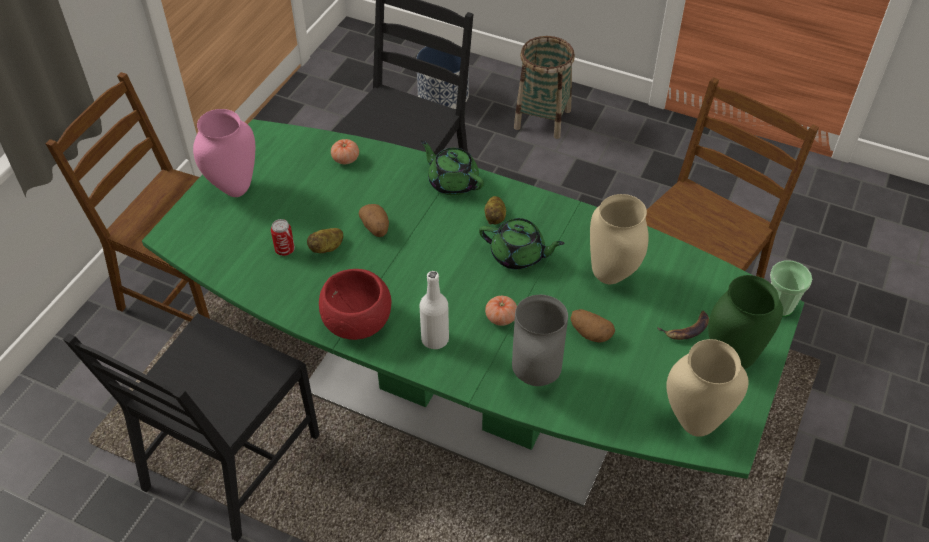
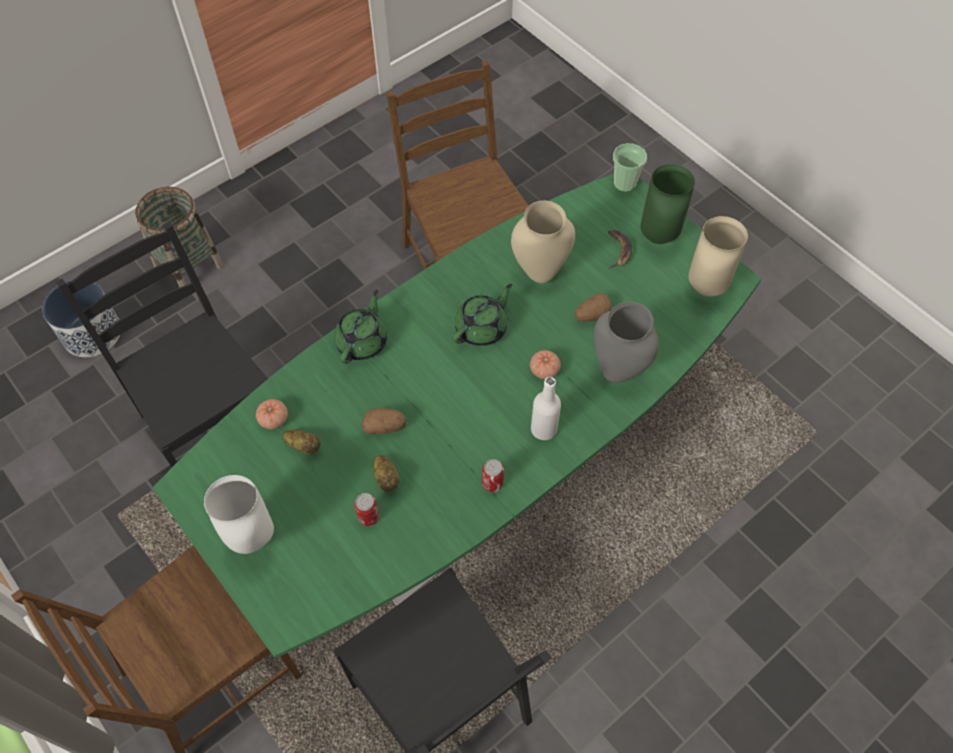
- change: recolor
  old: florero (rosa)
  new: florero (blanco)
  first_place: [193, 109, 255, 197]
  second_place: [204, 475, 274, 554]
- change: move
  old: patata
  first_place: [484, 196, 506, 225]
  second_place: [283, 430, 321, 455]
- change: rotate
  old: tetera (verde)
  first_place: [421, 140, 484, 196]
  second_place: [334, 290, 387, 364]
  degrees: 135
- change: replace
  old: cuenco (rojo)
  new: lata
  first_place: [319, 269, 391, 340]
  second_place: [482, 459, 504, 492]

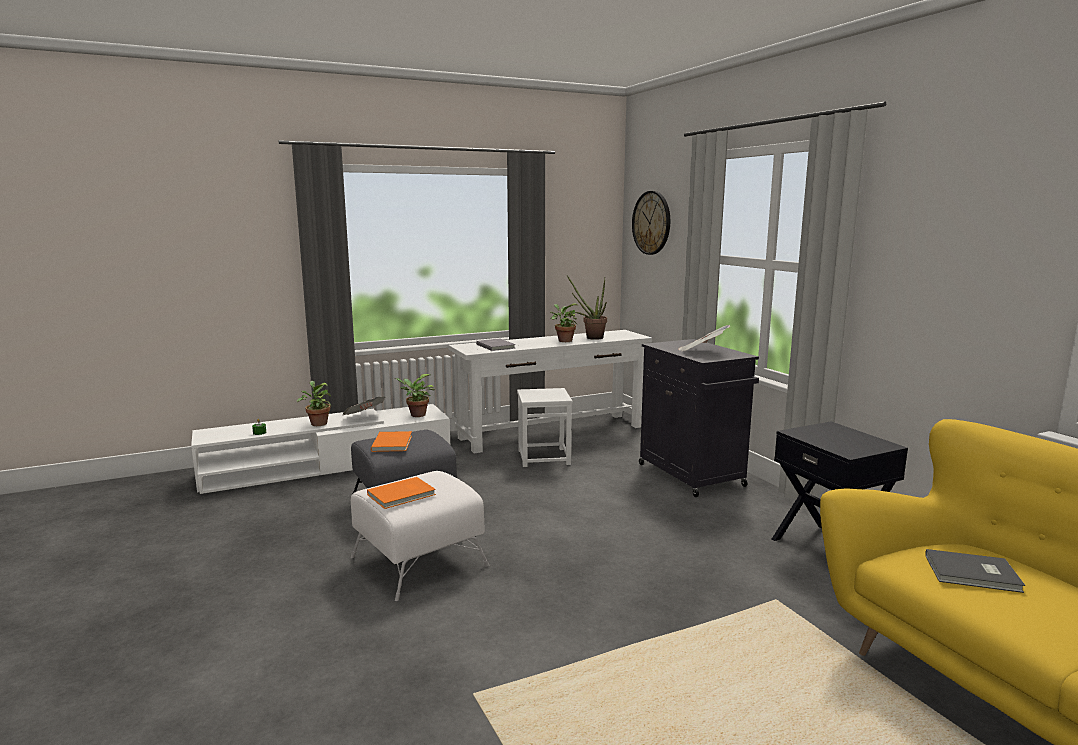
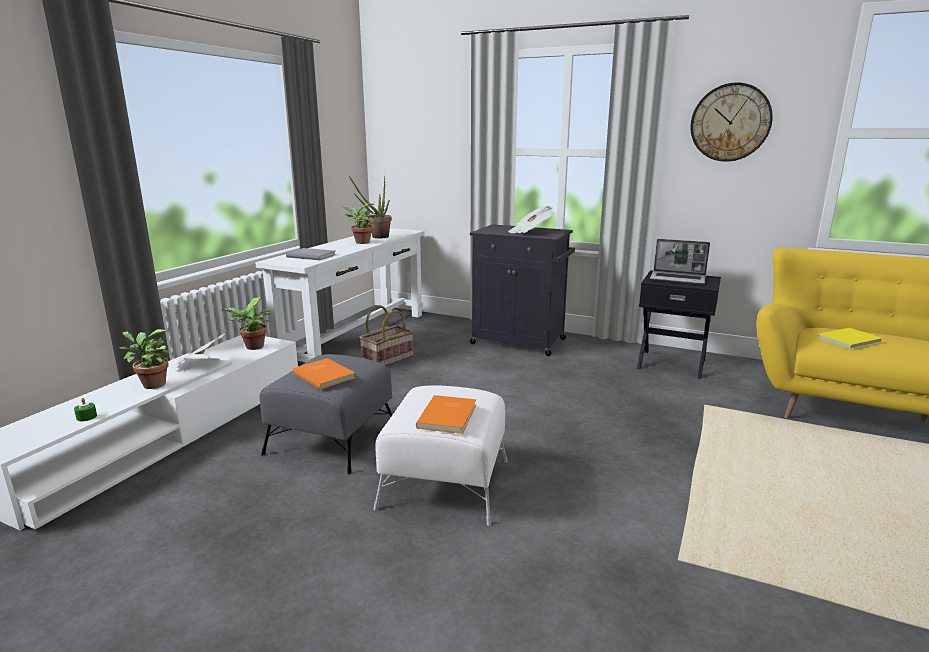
- change: replace
  old: taburete (blanco)
  new: cesta
  first_place: [517, 388, 573, 467]
  second_place: [360, 305, 413, 366]
- change: insert
  new: portátil
  second_place: [650, 239, 710, 285]
- change: move
  old: reloj de pared
  first_place: [632, 191, 670, 255]
  second_place: [691, 82, 773, 162]
- change: recolor
  old: libro (gris)
  new: libro (amarillo)
  first_place: [925, 549, 1025, 593]
  second_place: [817, 328, 883, 350]

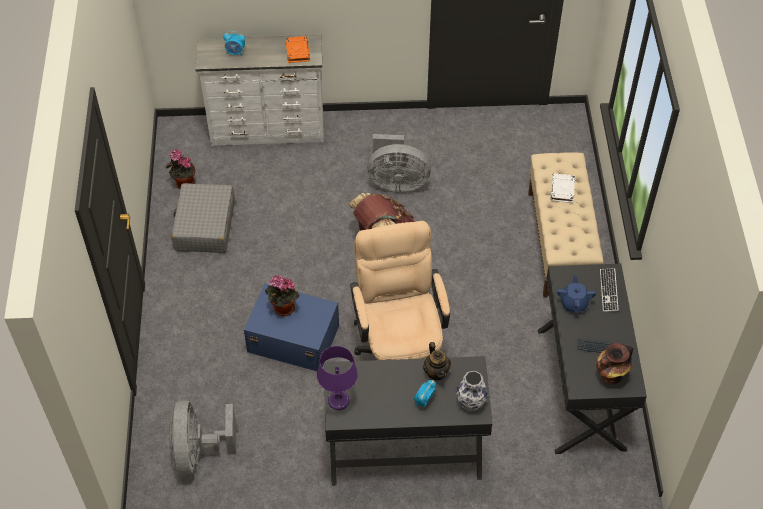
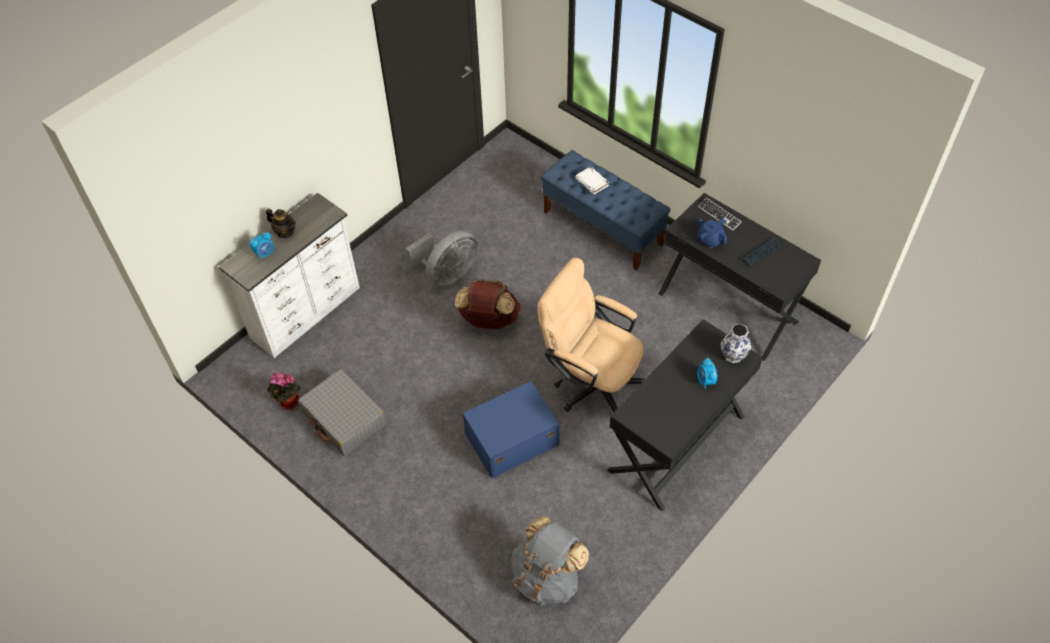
- change: move
  old: tetera
  first_place: [423, 342, 451, 380]
  second_place: [266, 209, 296, 238]
- change: replace
  old: ventilador (gris)
  new: mochila (gris)
  first_place: [168, 400, 236, 475]
  second_place: [511, 516, 589, 606]
- change: recolor
  old: banco (beis)
  new: banco (azul)
  first_place: [528, 152, 604, 298]
  second_place: [541, 150, 671, 271]
- change: delete
  old: planta en maceta
  first_place: [265, 275, 300, 316]
- change: delete
  old: libro (naranja)
  first_place: [285, 36, 310, 63]
- change: delete
  old: lámpara de mesa (morado)
  first_place: [317, 346, 358, 410]
- change: delete
  old: florero
  first_place: [596, 343, 633, 385]

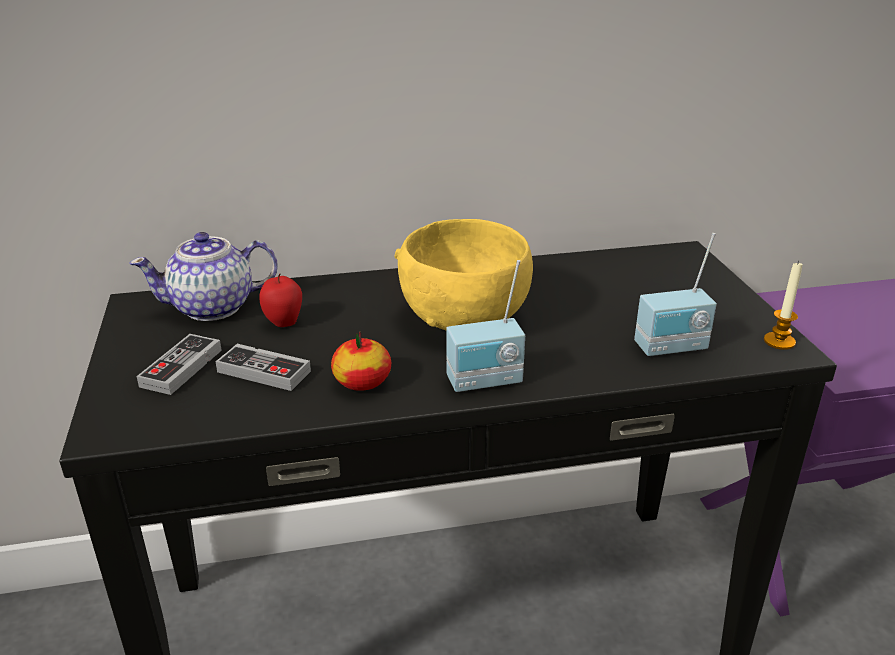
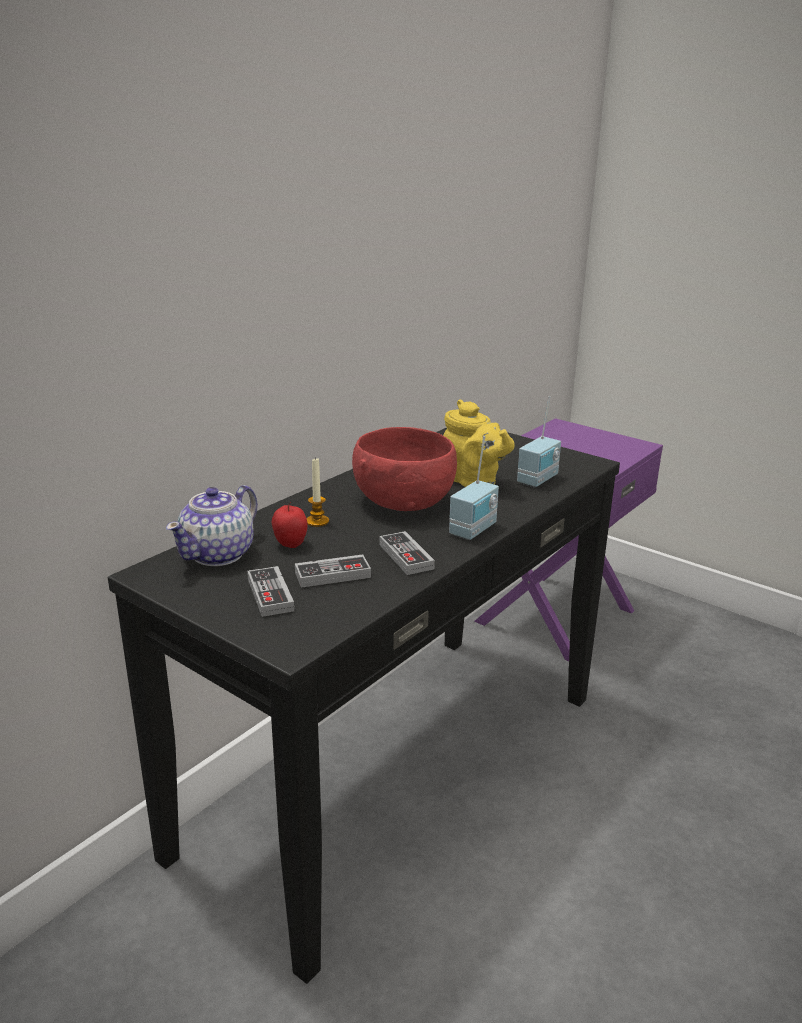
- change: move
  old: vela
  first_place: [764, 261, 803, 350]
  second_place: [307, 457, 329, 527]
- change: recolor
  old: cuenco (amarillo)
  new: cuenco (rojo)
  first_place: [394, 219, 533, 330]
  second_place: [352, 427, 457, 511]
- change: replace
  old: manzana
  new: mando de consola
  first_place: [331, 331, 391, 391]
  second_place: [380, 531, 435, 575]
- change: insert
  new: tetera (amarillo)
  second_place: [443, 399, 515, 487]

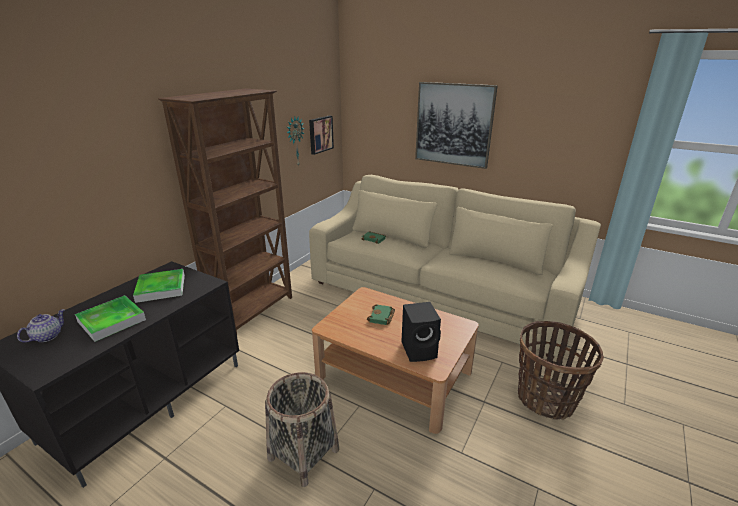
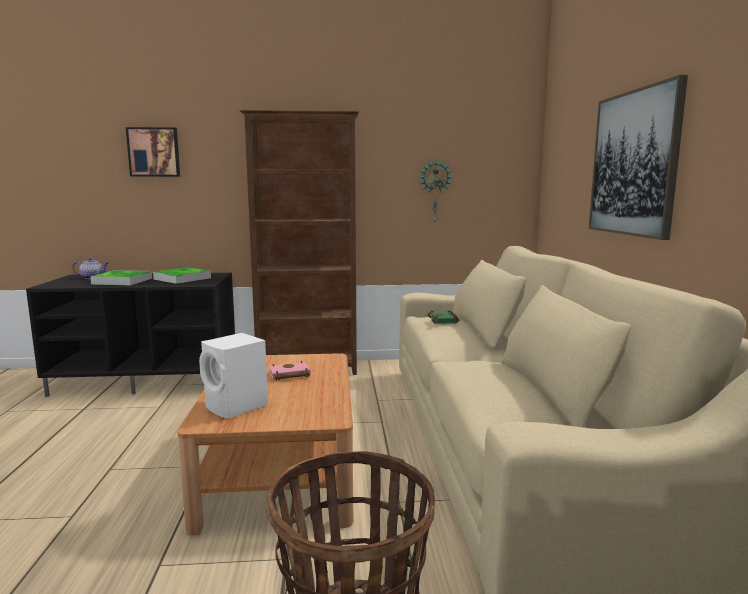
- change: move
  old: cuadro
  first_place: [309, 116, 334, 155]
  second_place: [126, 127, 180, 177]
- change: recolor
  old: altavoz (negro)
  new: altavoz (blanco)
  first_place: [402, 302, 441, 362]
  second_place: [199, 333, 268, 419]
- change: recolor
  old: libro (verde)
  new: libro (rosa)
  first_place: [367, 304, 395, 325]
  second_place: [269, 361, 310, 381]
- change: delete
  old: cesta
  first_place: [265, 372, 339, 487]

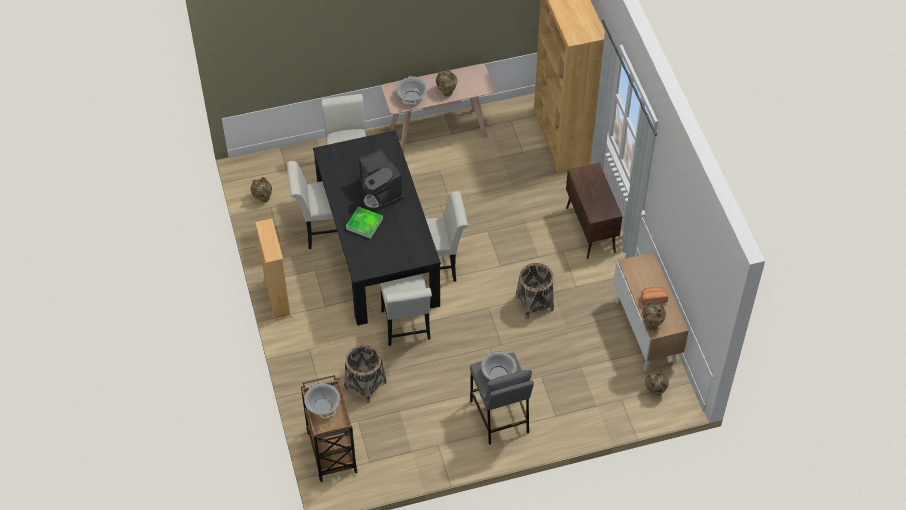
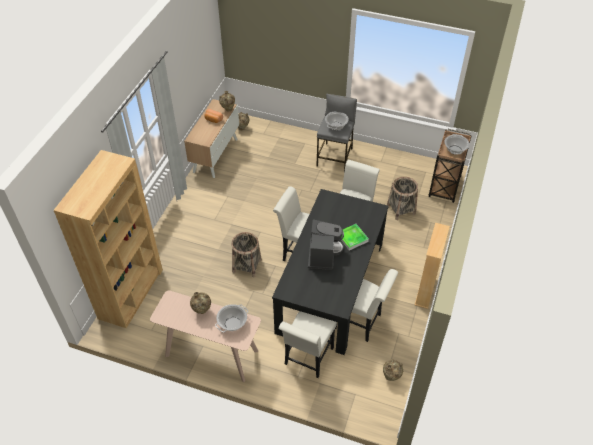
- change: move
  old: cesta
  first_place: [516, 263, 554, 319]
  second_place: [231, 232, 262, 277]
- change: delete
  old: armario (marrón)
  first_place: [566, 163, 623, 259]

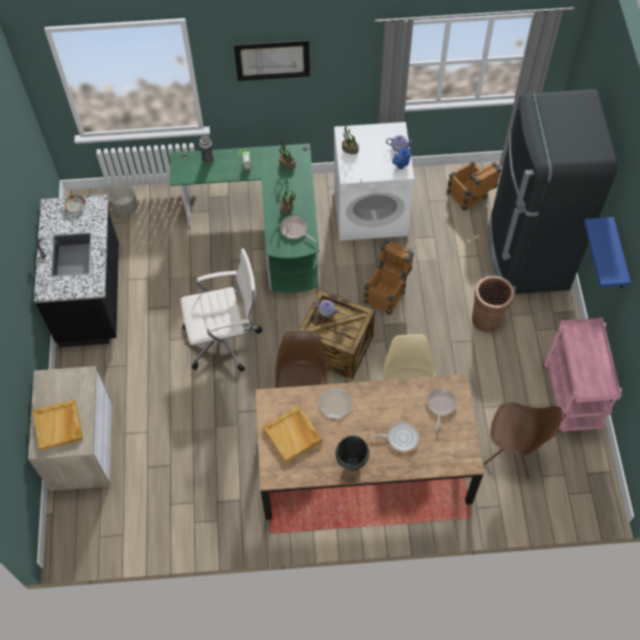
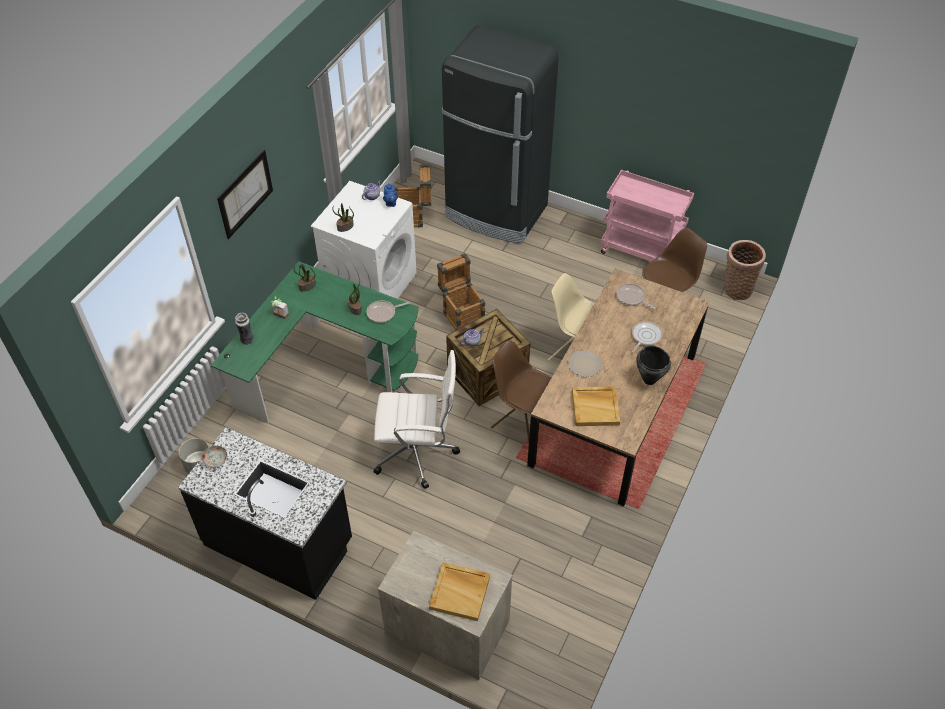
- change: rotate
  old: silla de oficina (blanco)
  first_place: [180, 248, 263, 372]
  second_place: [374, 350, 460, 489]
  degrees: 75
- change: move
  old: cesta
  first_place: [472, 276, 514, 332]
  second_place: [724, 240, 766, 300]
- change: delete
  old: estante (azul)
  first_place: [584, 217, 631, 288]

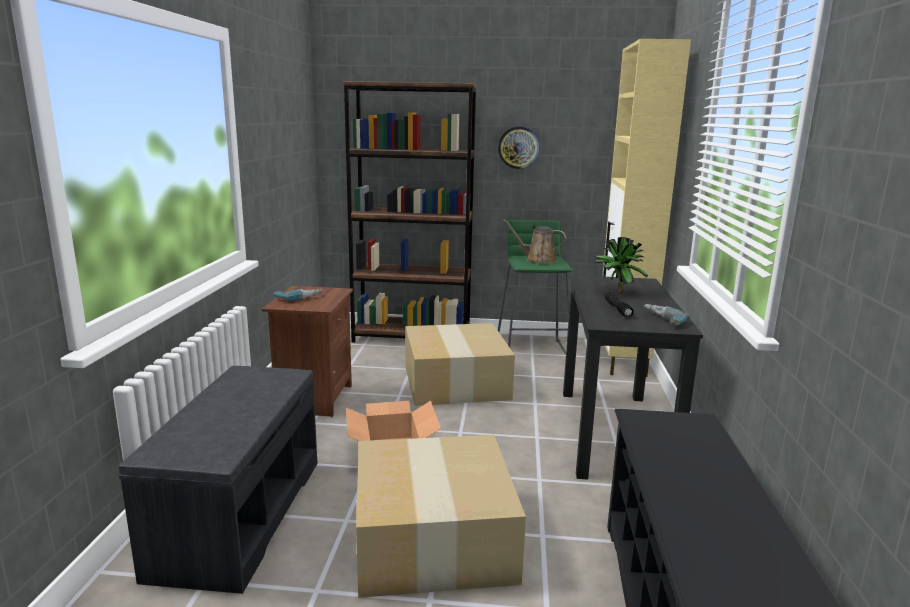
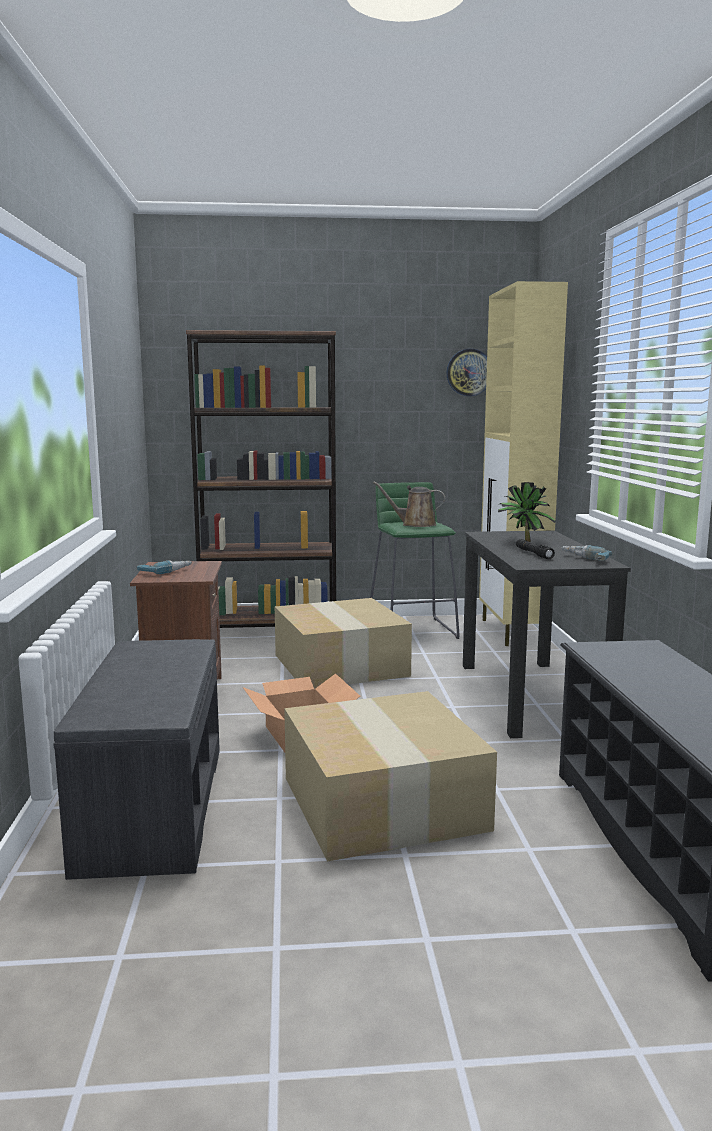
- change: move
  old: reloj de pared
  first_place: [498, 126, 540, 169]
  second_place: [446, 349, 487, 396]

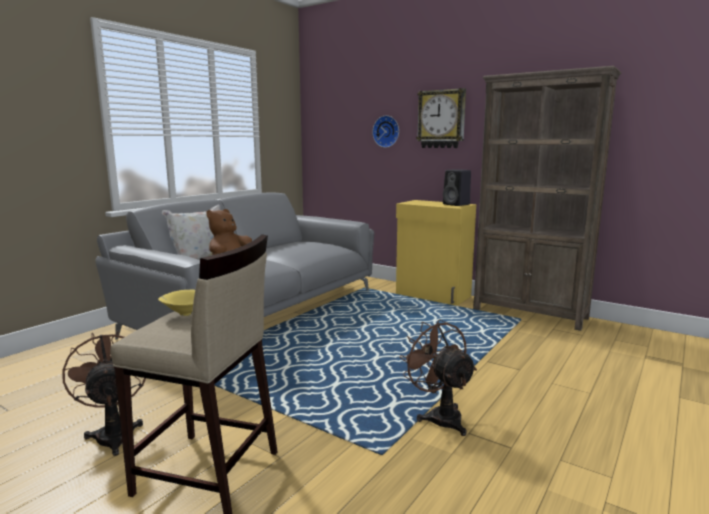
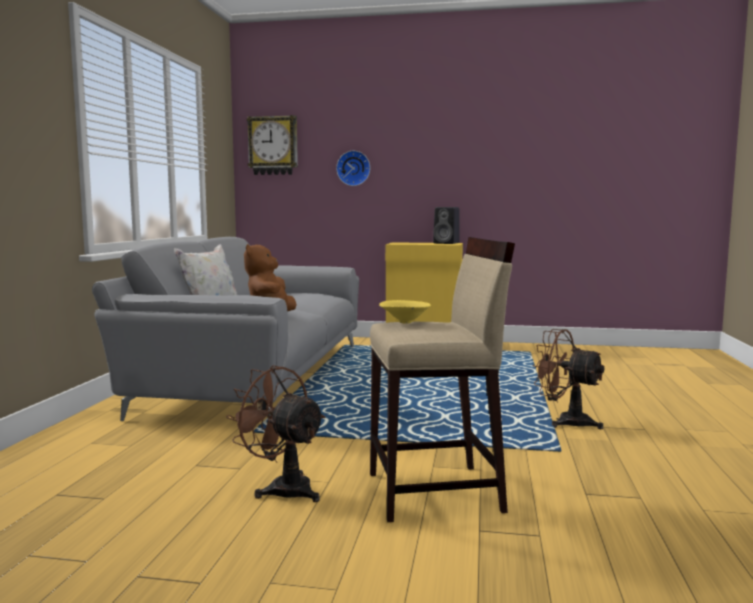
- change: move
  old: reloj de pared
  first_place: [416, 88, 466, 148]
  second_place: [247, 115, 298, 175]
- change: delete
  old: estantería (marrón)
  first_place: [473, 66, 622, 331]

